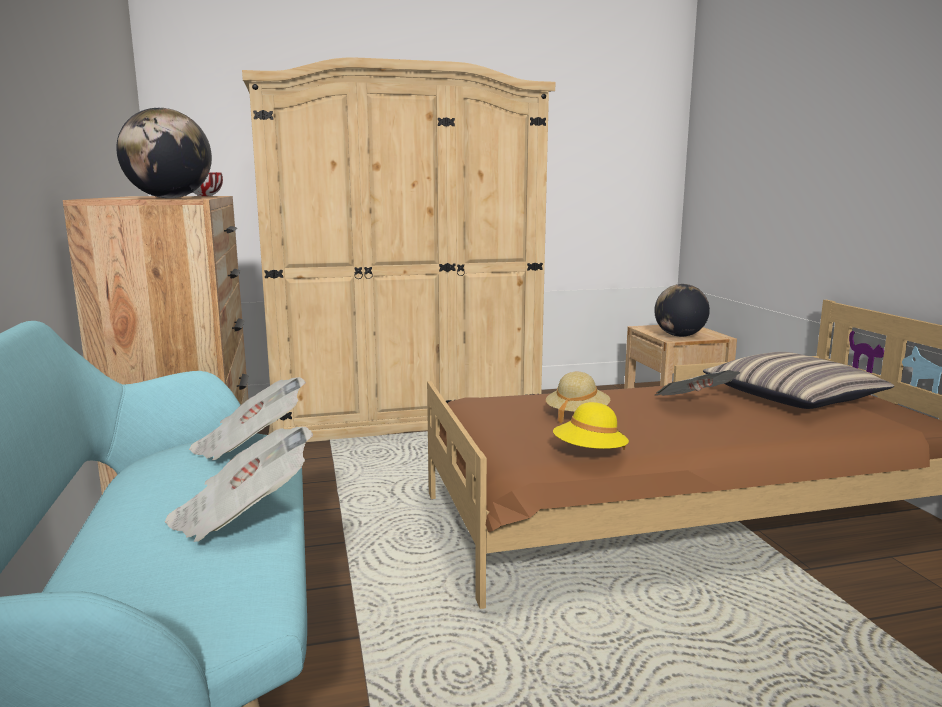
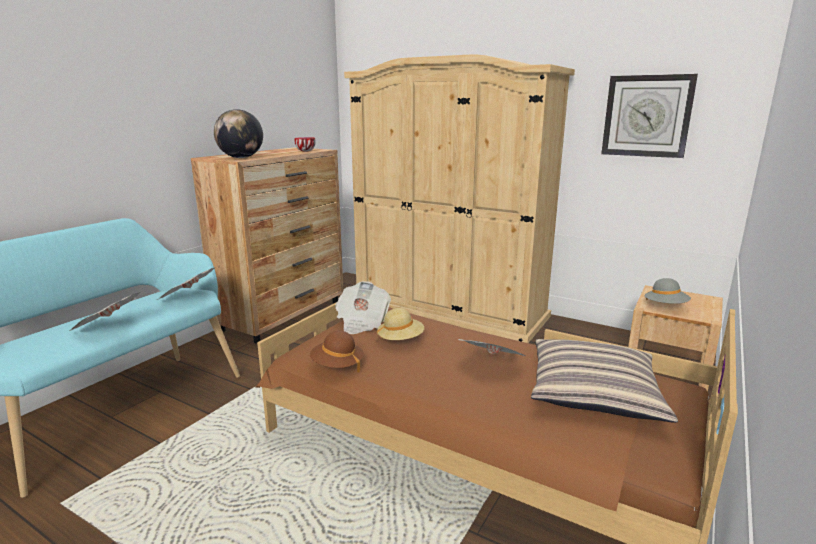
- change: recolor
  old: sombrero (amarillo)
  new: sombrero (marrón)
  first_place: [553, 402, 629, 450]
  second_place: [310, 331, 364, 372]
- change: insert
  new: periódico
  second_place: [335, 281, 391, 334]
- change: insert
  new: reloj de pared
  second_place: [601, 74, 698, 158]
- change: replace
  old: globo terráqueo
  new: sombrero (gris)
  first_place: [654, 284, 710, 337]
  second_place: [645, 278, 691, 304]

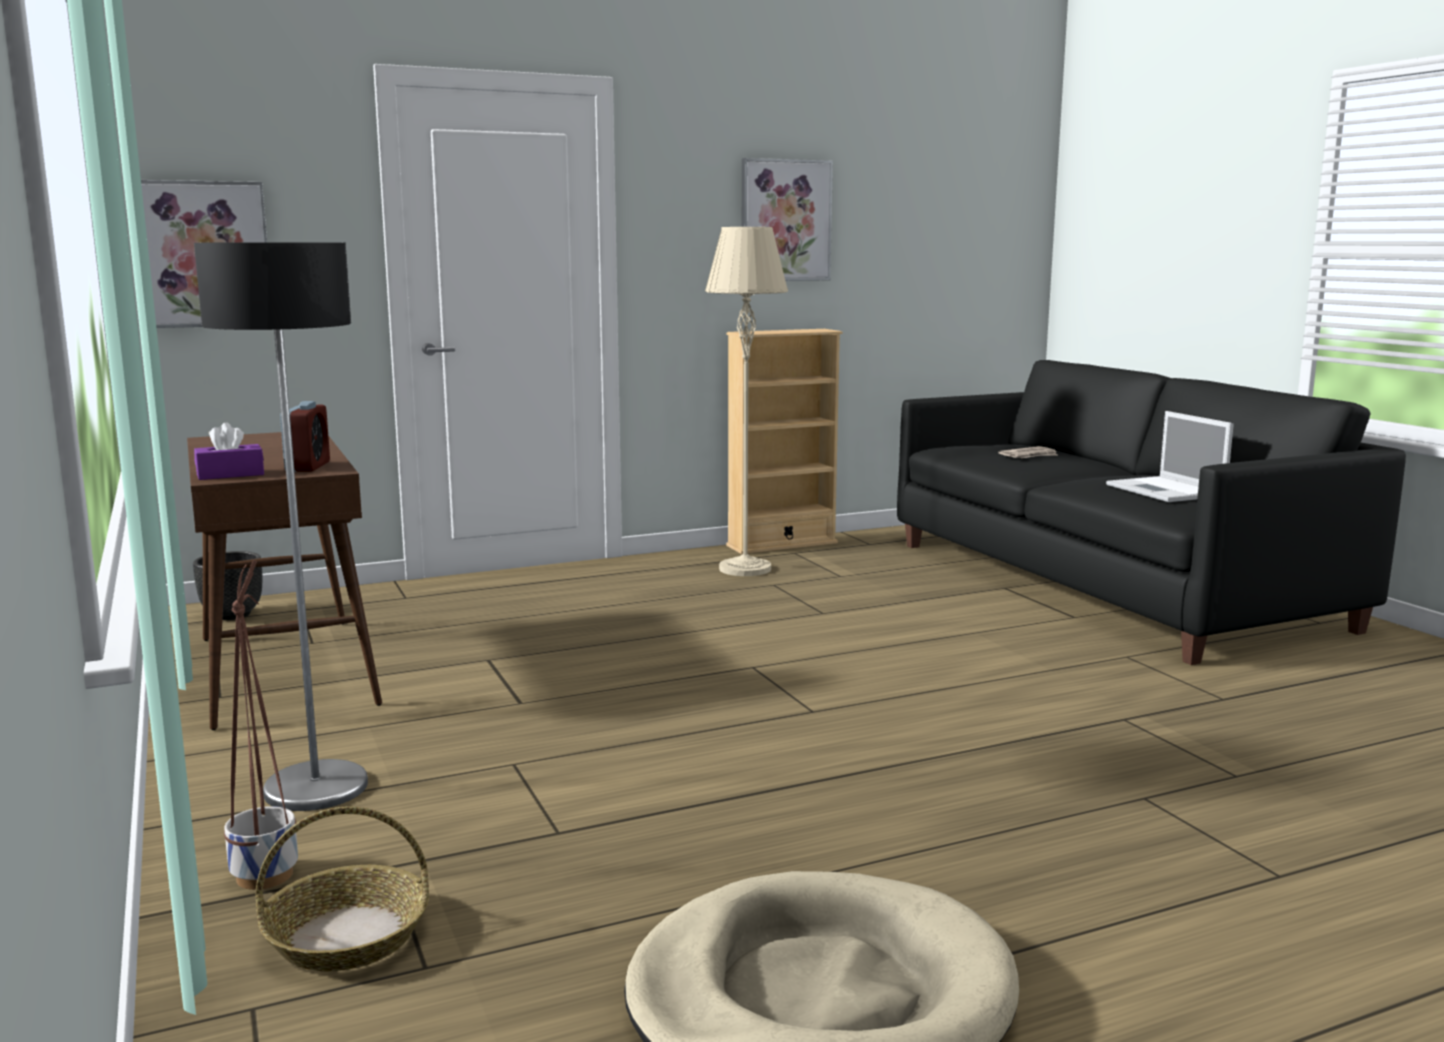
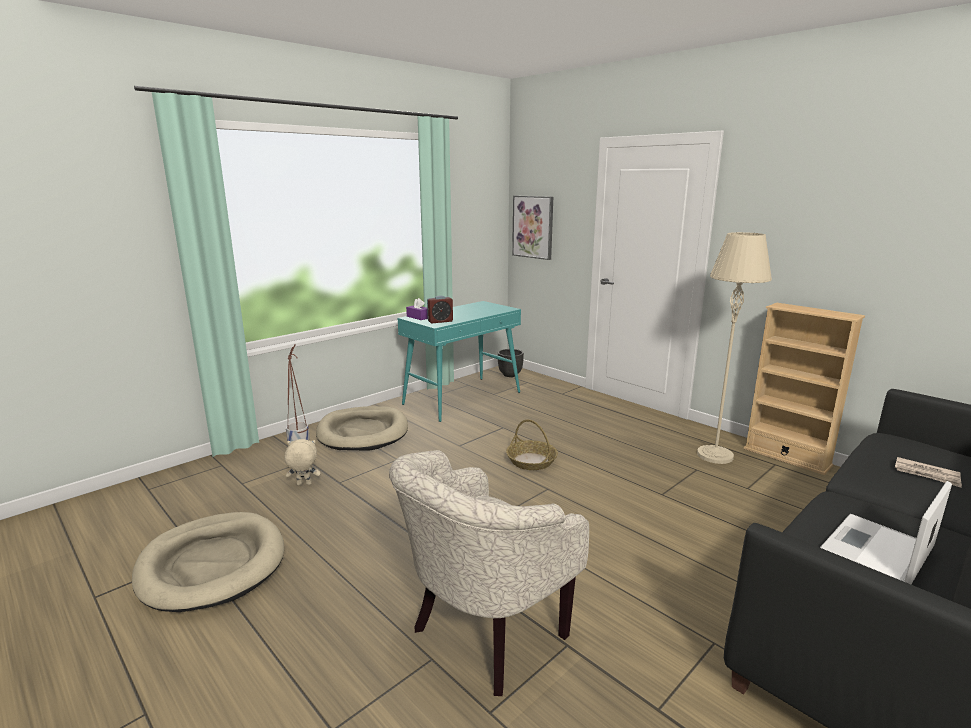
- change: insert
  new: peluche (beis)
  second_place: [284, 439, 321, 485]
- change: replace
  old: lámpara de pie
  new: cama para perro (beis)
  first_place: [194, 242, 368, 811]
  second_place: [316, 406, 408, 451]
- change: insert
  new: sillón (beis)
  second_place: [389, 450, 589, 696]
- change: recolor
  old: mesa consola (marrón)
  new: mesa consola (turquesa)
  first_place: [187, 432, 382, 730]
  second_place: [398, 301, 521, 422]
- change: move
  old: cesta
  first_place: [256, 807, 429, 972]
  second_place: [506, 419, 558, 470]
- change: delete
  old: cuadro
  first_place: [742, 158, 833, 281]

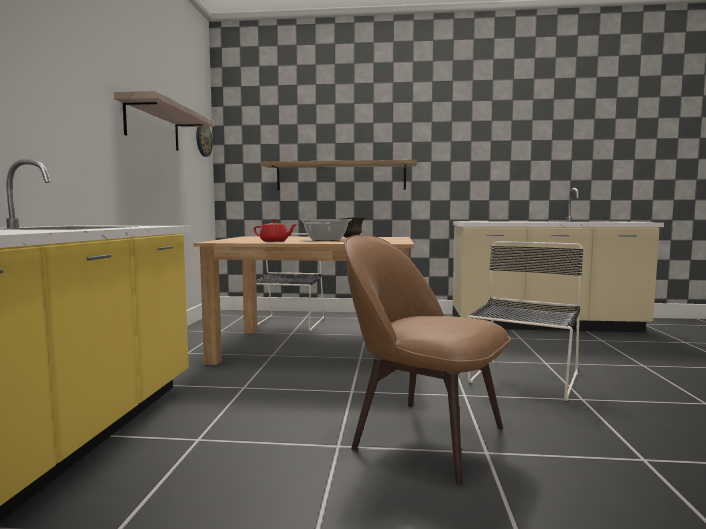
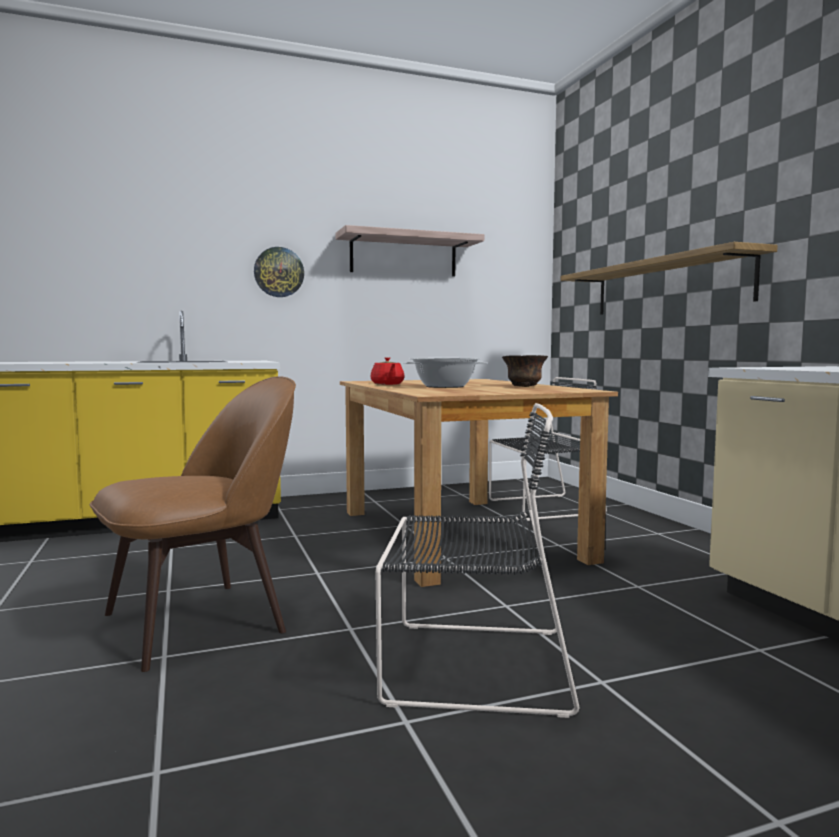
- change: rotate
  old: silla (marrón)
  first_place: [344, 234, 511, 485]
  second_place: [90, 376, 296, 672]
  degrees: 45
- change: move
  old: reloj de pared
  first_place: [196, 127, 213, 157]
  second_place: [254, 247, 304, 297]

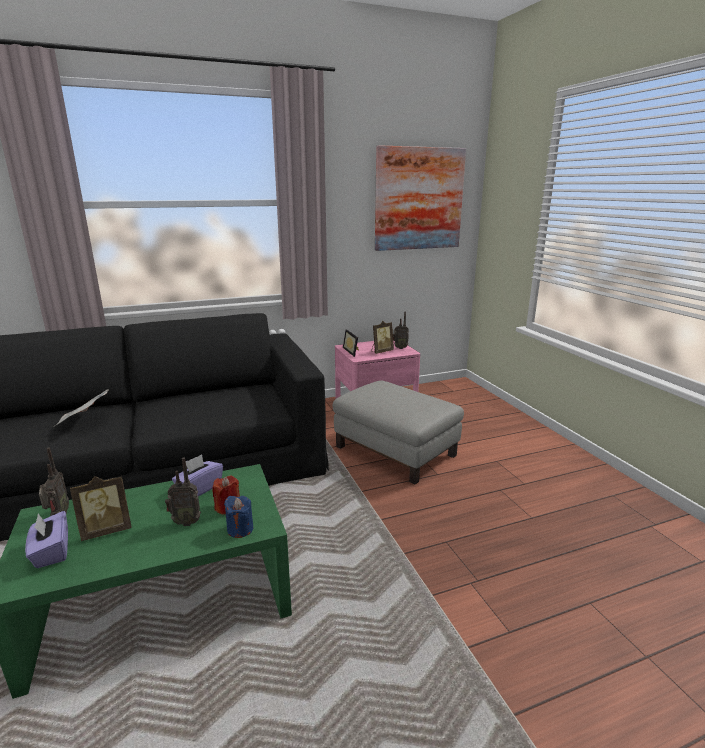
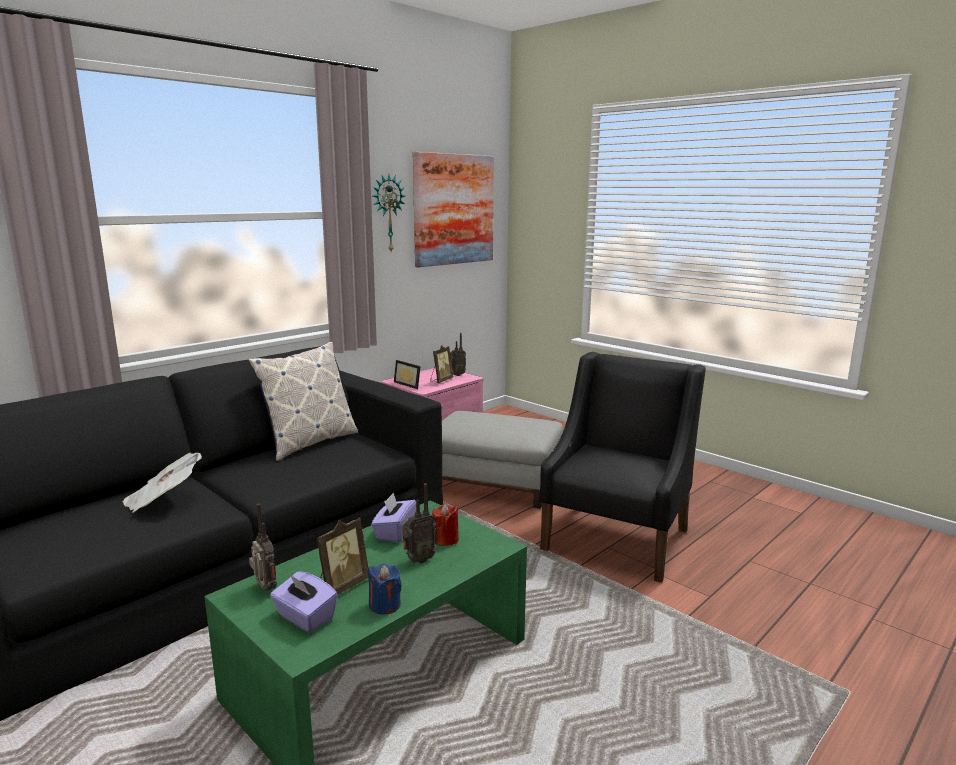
- change: insert
  new: cojín
  second_place: [248, 342, 358, 461]
- change: move
  old: vela (azul)
  first_place: [224, 496, 254, 538]
  second_place: [368, 563, 402, 614]
- change: insert
  new: reloj de pared
  second_place: [373, 175, 406, 251]
- change: insert
  new: sillón (negro)
  second_place: [539, 352, 706, 583]

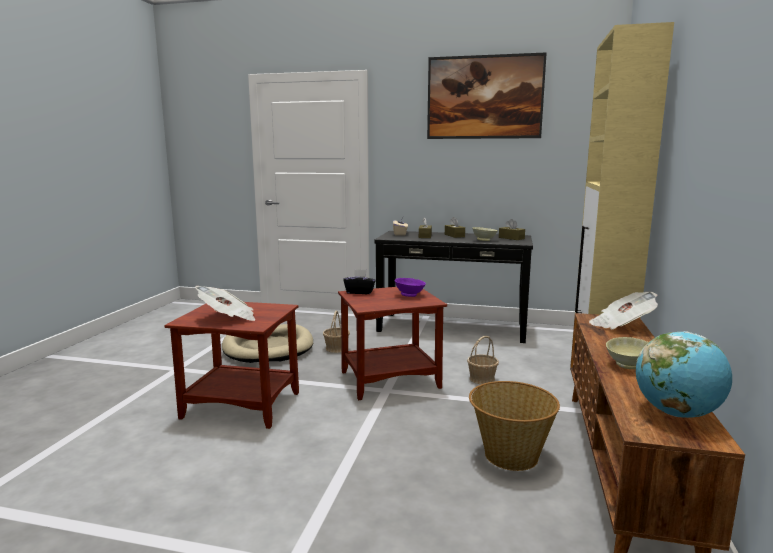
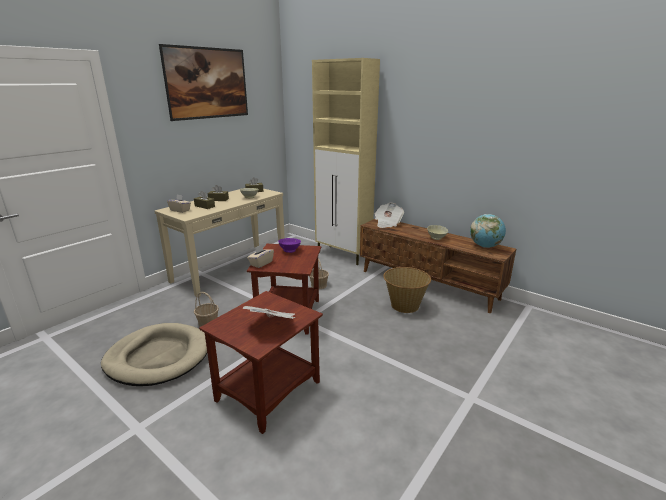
- change: recolor
  old: mesa consola (negro)
  new: mesa consola (beis)
  first_place: [374, 231, 533, 343]
  second_place: [154, 189, 285, 297]
- change: recolor
  old: caja de pañuelos (negro)
  new: caja de pañuelos (beis)
  first_place: [343, 269, 376, 294]
  second_place: [247, 245, 274, 268]

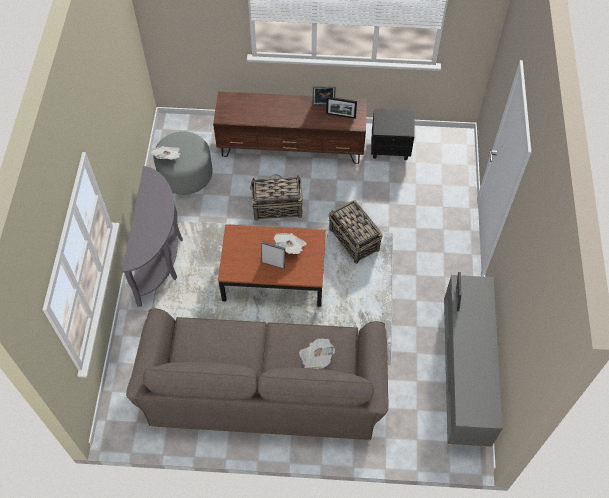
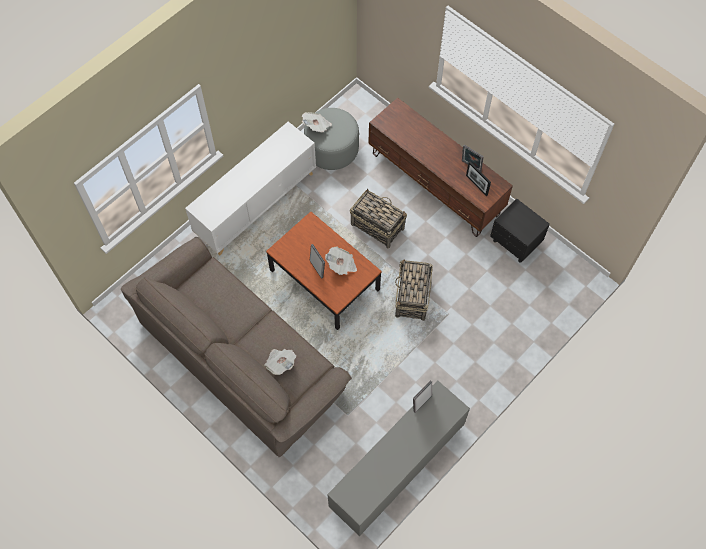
- change: replace
  old: mesa consola (gris)
  new: armario (blanco)
  first_place: [122, 166, 183, 307]
  second_place: [185, 121, 316, 255]

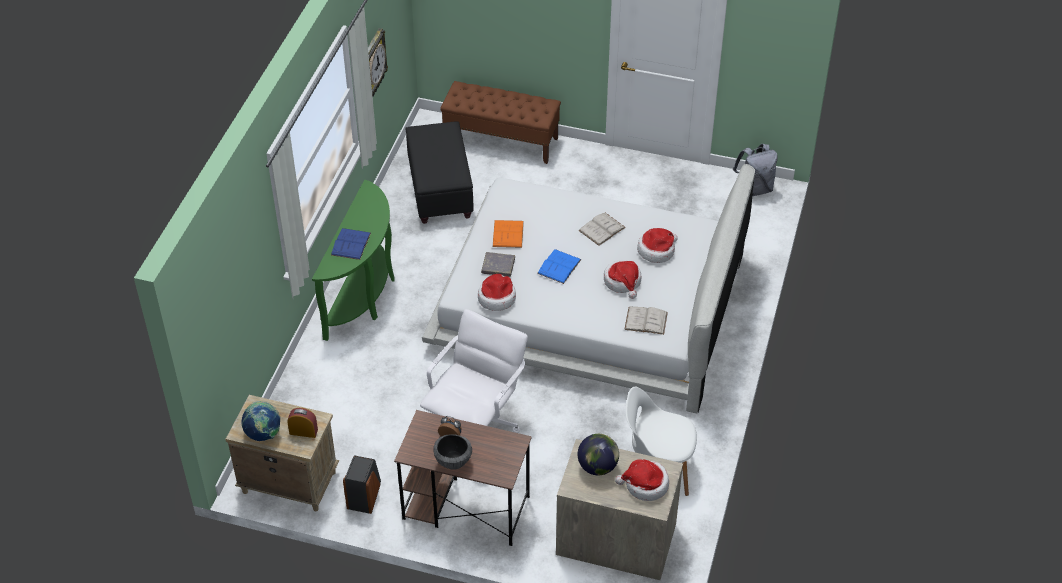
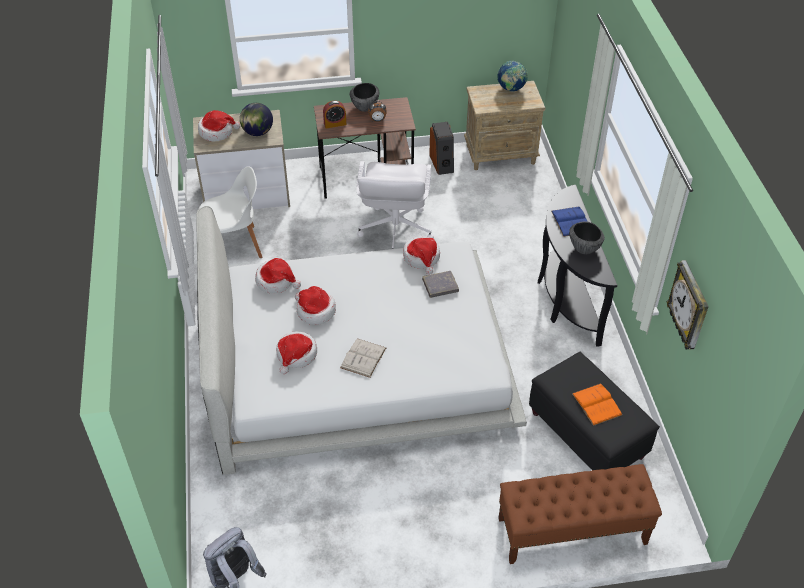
- change: replace
  old: libro (blanco)
  new: sombrero
  first_place: [624, 307, 668, 335]
  second_place: [255, 258, 301, 294]
- change: move
  old: despertador
  first_place: [288, 408, 318, 438]
  second_place: [323, 101, 346, 128]
- change: recolor
  old: mesa consola (verde)
  new: mesa consola (negro)
  first_place: [312, 180, 395, 341]
  second_place: [538, 185, 617, 347]
- change: insert
  new: cuenco
  second_place: [569, 222, 605, 254]
- change: move
  old: libro (naranja)
  first_place: [493, 220, 524, 248]
  second_place: [572, 383, 622, 426]
- change: delete
  old: libro (azul)
  first_place: [537, 249, 581, 284]

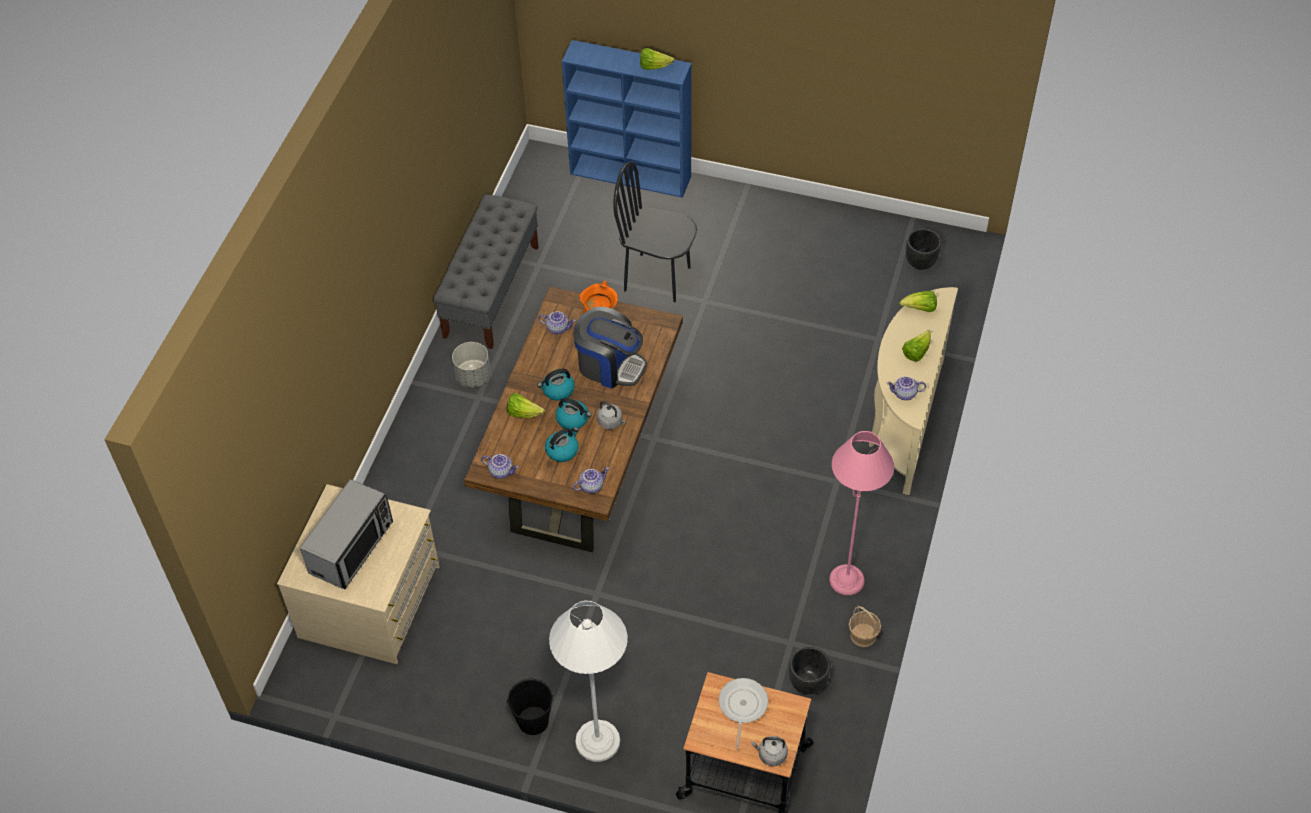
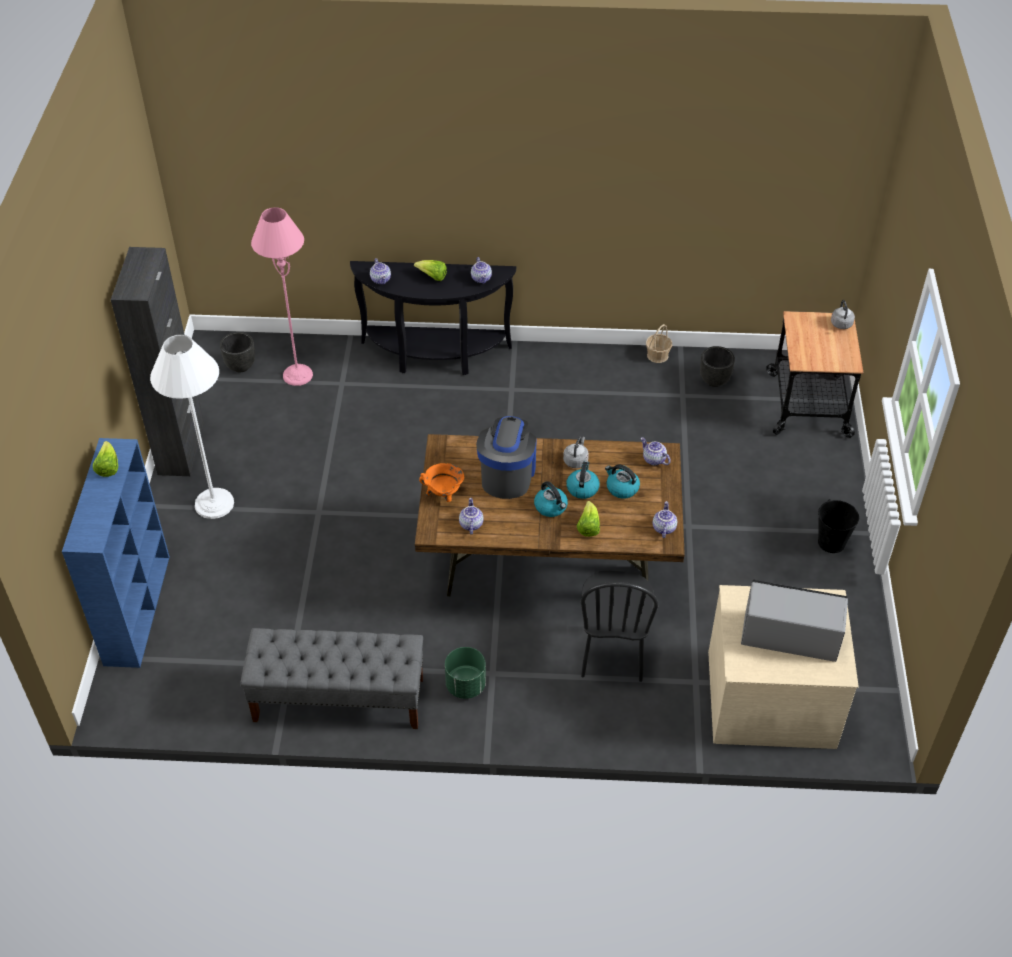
- change: insert
  new: armario (negro)
  second_place: [111, 247, 204, 476]
- change: move
  old: lámpara de pie (blanco)
  first_place: [549, 600, 628, 762]
  second_place: [150, 335, 234, 519]
- change: move
  old: lámpara de pie (rosa)
  first_place: [829, 431, 894, 595]
  second_place: [251, 207, 313, 386]
- change: recolor
  old: mesa consola (beis)
  new: mesa consola (negro)
  first_place: [869, 287, 958, 495]
  second_place: [350, 261, 516, 375]
- change: replace
  old: lechuga
  new: tetera
  first_place: [899, 291, 937, 312]
  second_place: [370, 258, 391, 285]
- change: recolor
  old: maceta (gris)
  new: maceta (verde)
  first_place: [452, 342, 491, 388]
  second_place: [445, 647, 486, 699]
- change: move
  old: silla (negro)
  first_place: [613, 161, 697, 302]
  second_place: [580, 571, 658, 682]
- change: delete
  old: sartén
  first_place: [719, 678, 768, 749]

